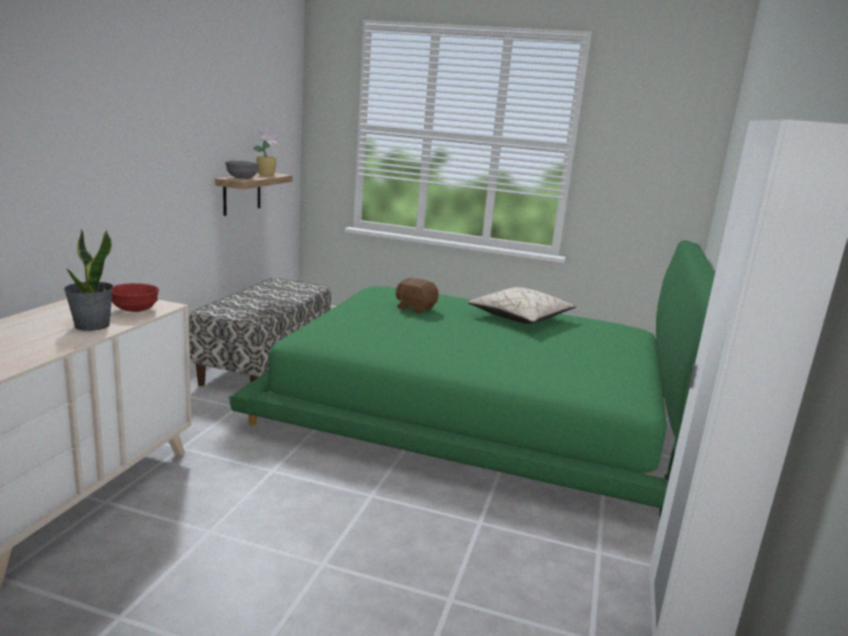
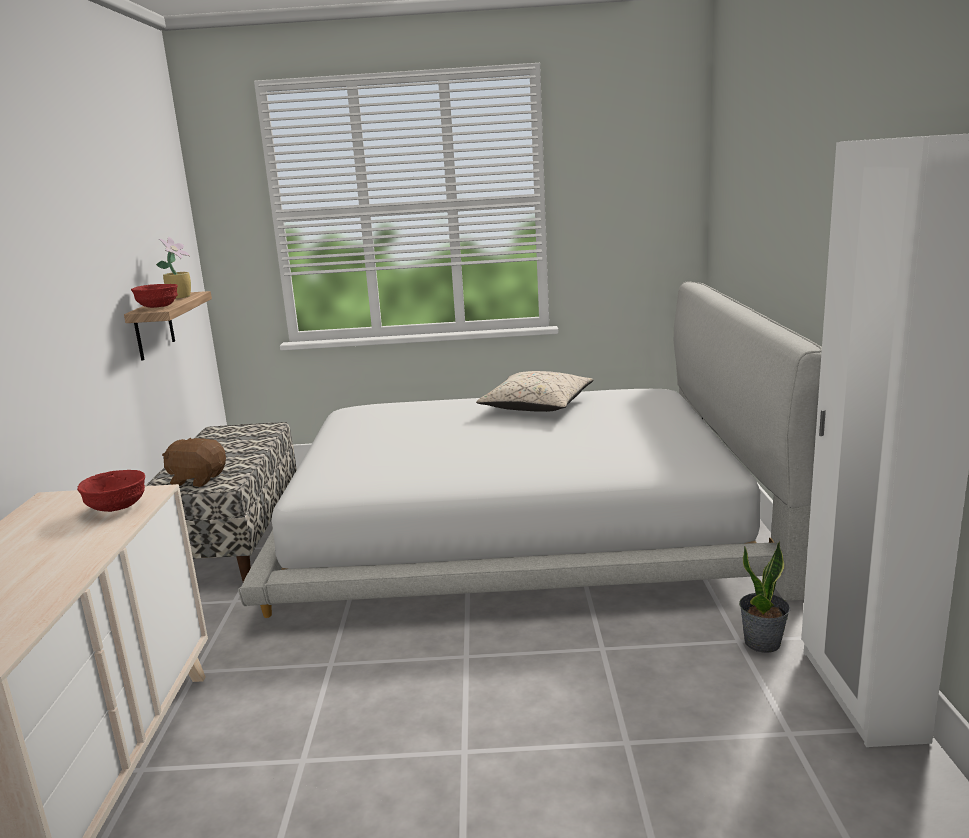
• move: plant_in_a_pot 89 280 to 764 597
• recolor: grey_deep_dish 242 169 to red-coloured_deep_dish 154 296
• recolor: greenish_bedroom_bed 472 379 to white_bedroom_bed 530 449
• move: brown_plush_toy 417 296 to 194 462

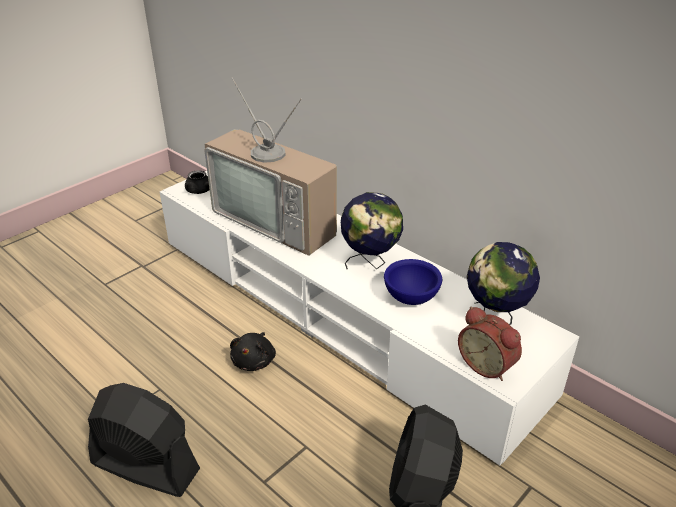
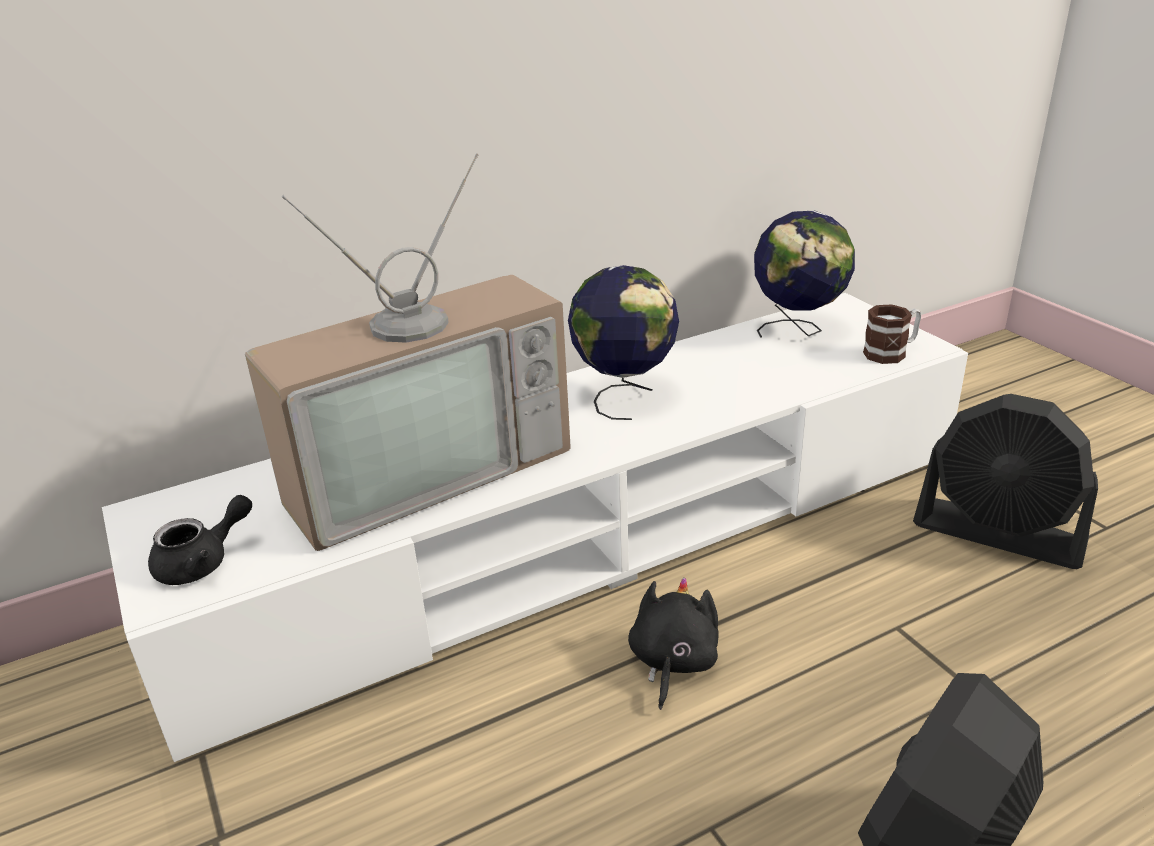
• rotate: black-coloured_plush_toy 253 351 = 673 643 105 degrees counterclockwise
• delete: blue-coloured_deep_dish 413 282
• replace: table_clock 490 343 to mug 892 334

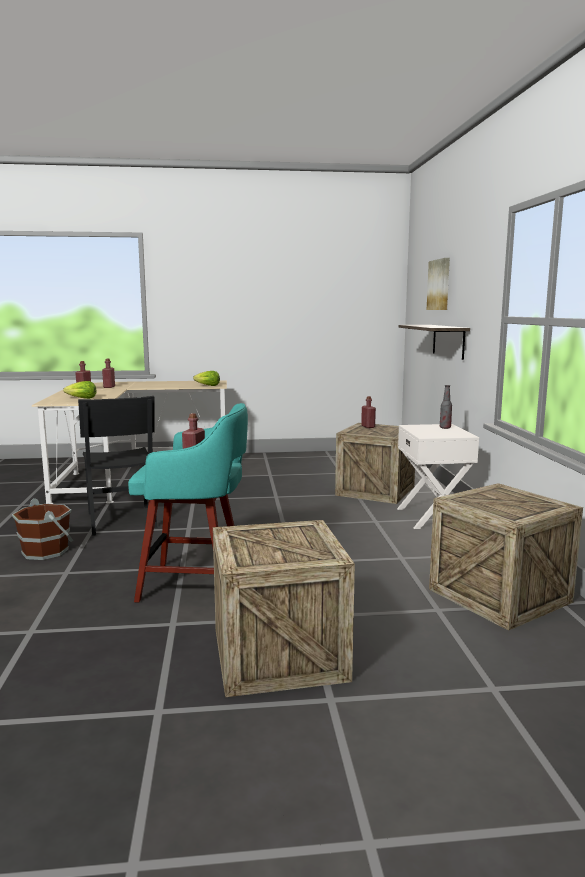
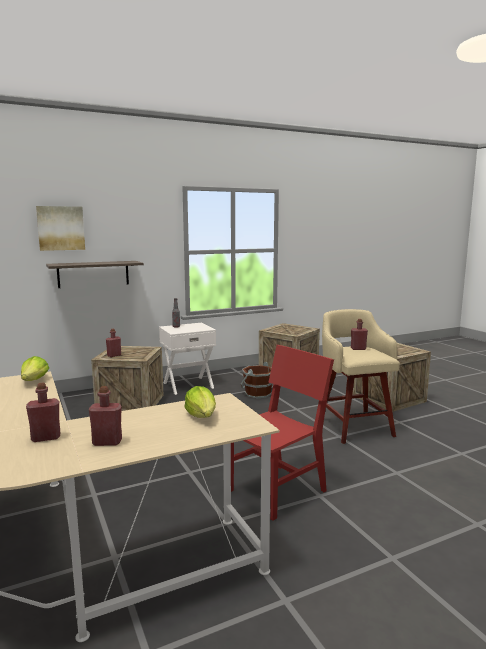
• move: brown_pail 42 529 to 256 380
• recolor: black-coloured_plain_chair 117 466 to red-coloured_plain_chair 282 433
• recolor: blue-green_sitting_stool 188 503 to beige-coloured_sitting_stool 361 376

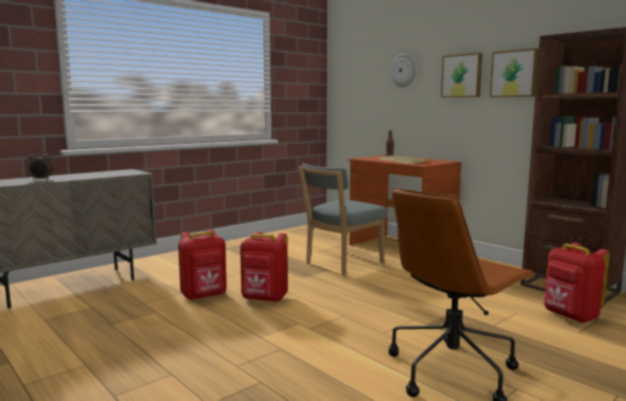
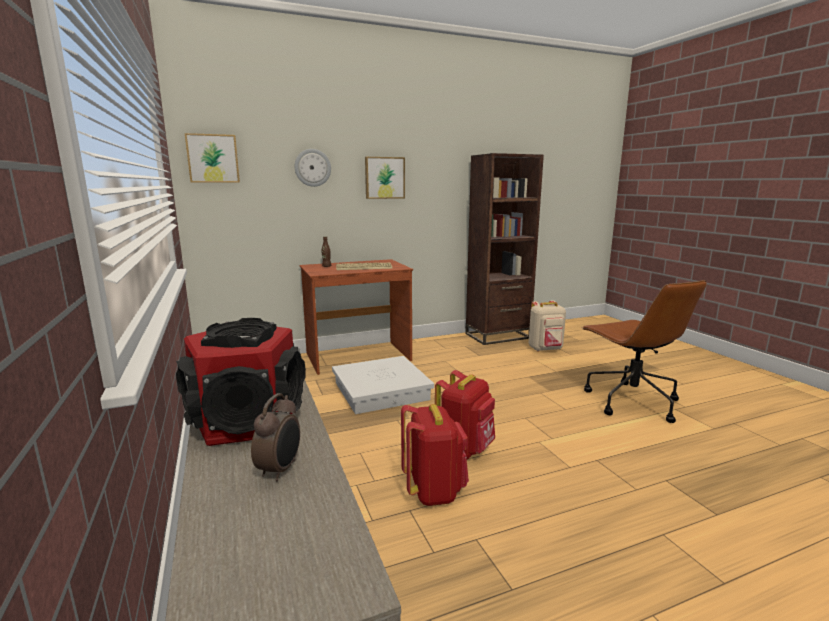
• replace: grey_plain_chair 343 219 to white_storage_bin 383 385
• move: wall_art 514 72 to 212 157
• recolor: red-coloured_rucksack 577 283 to beige-coloured_rucksack 547 325
• insert: speaker 241 382

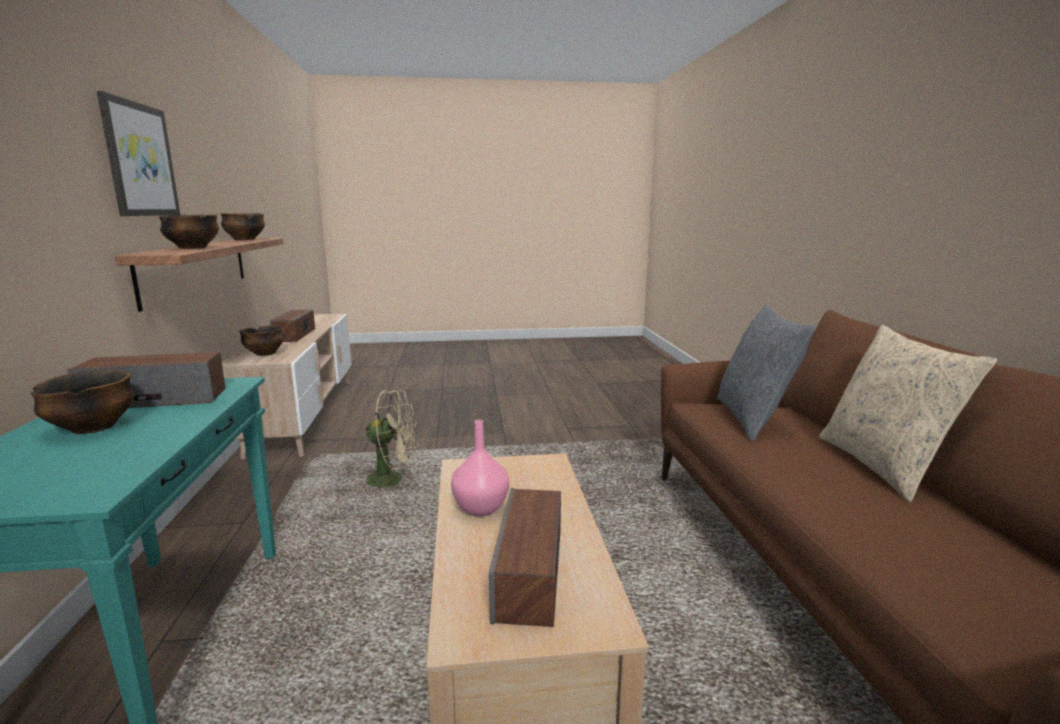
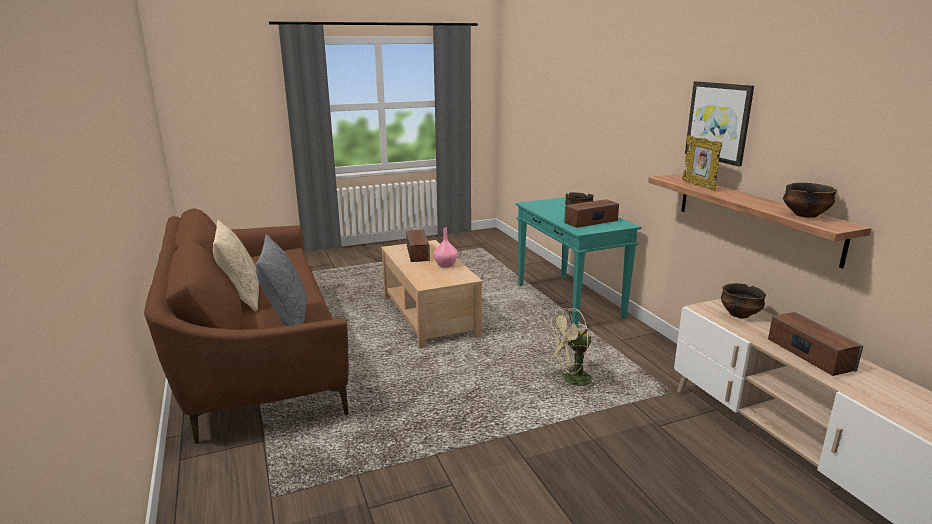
• replace: deep_dish 189 232 to picture_frame 702 163

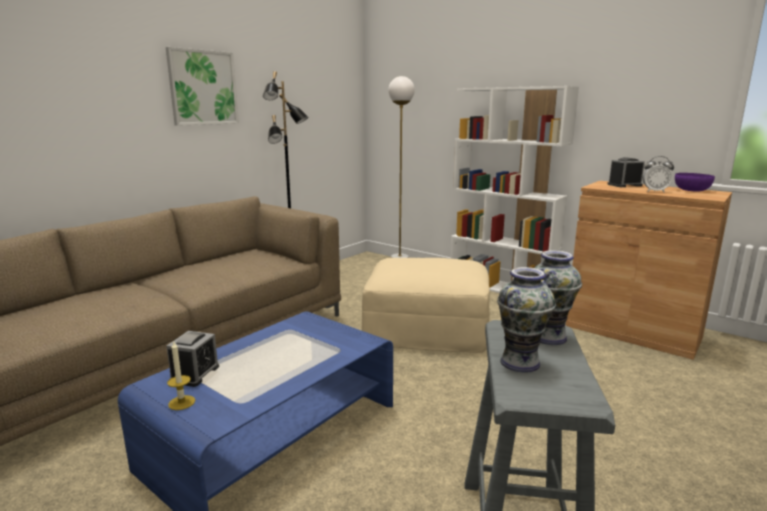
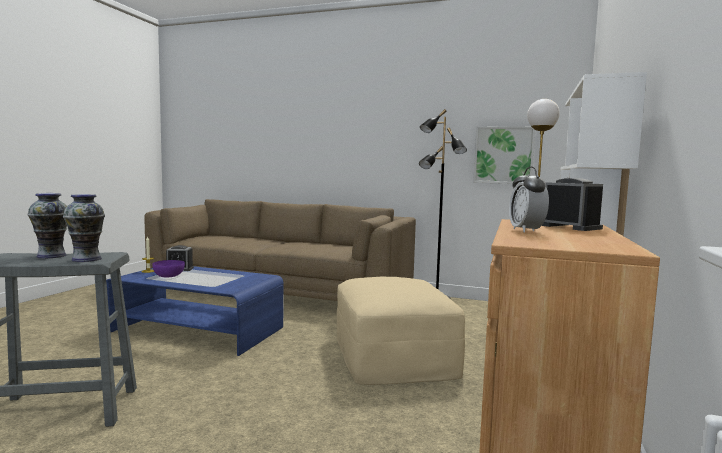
• move: wall_art 202 86 to 504 155
• move: purple_deep_dish 695 182 to 168 268

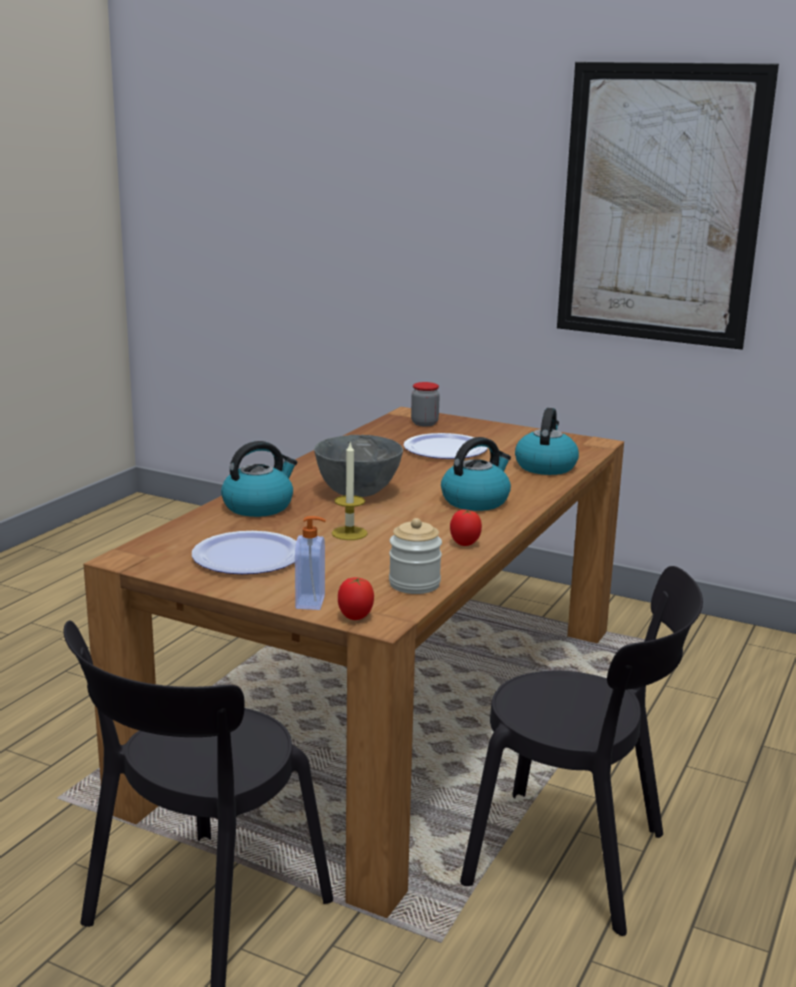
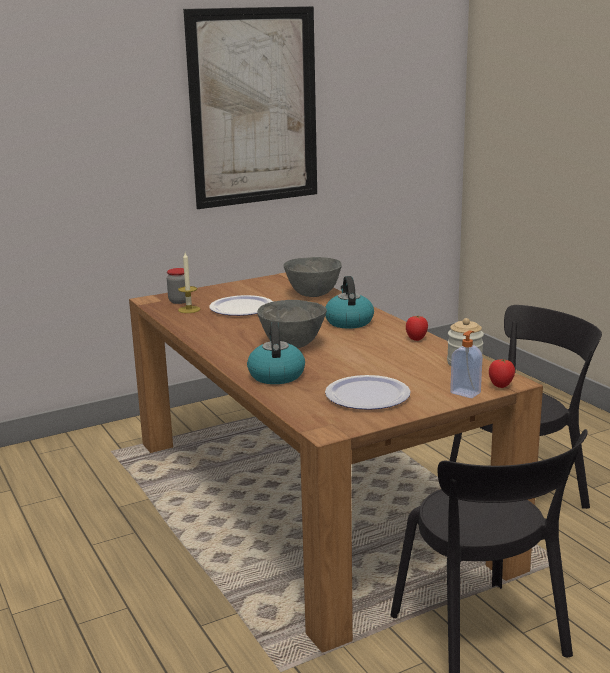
• move: candle 349 491 to 189 283
• replace: kettle 547 441 to grey_deep_dish 312 277

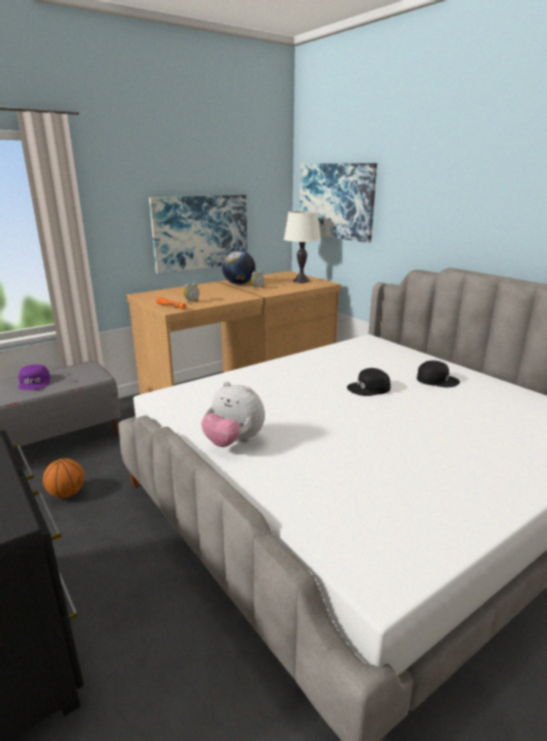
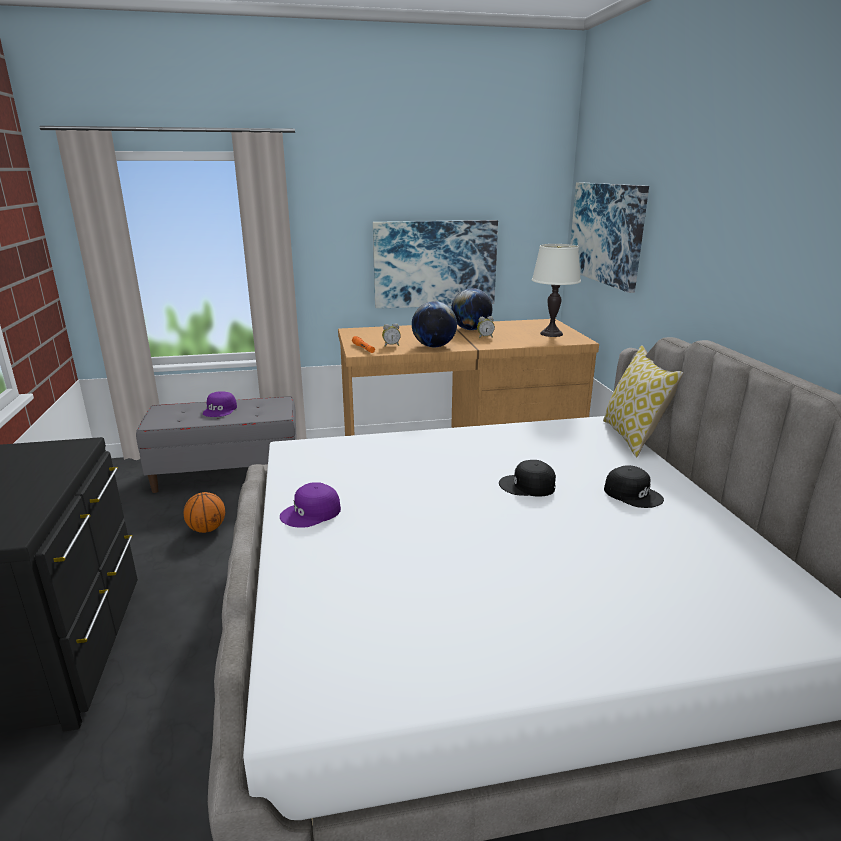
• replace: plush_toy 233 414 to purple_baseball_cap 310 505
• insert: globe 434 324
• insert: cushion 643 401

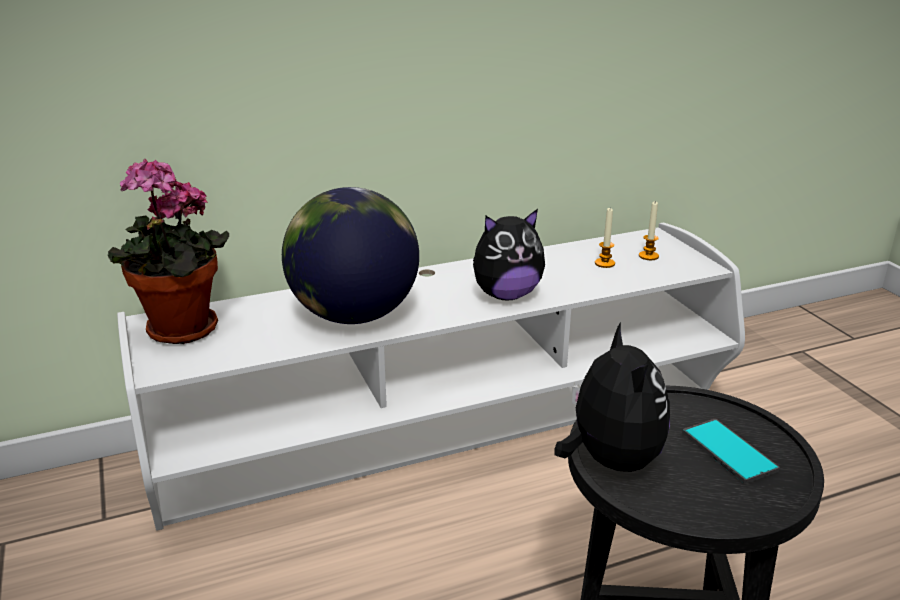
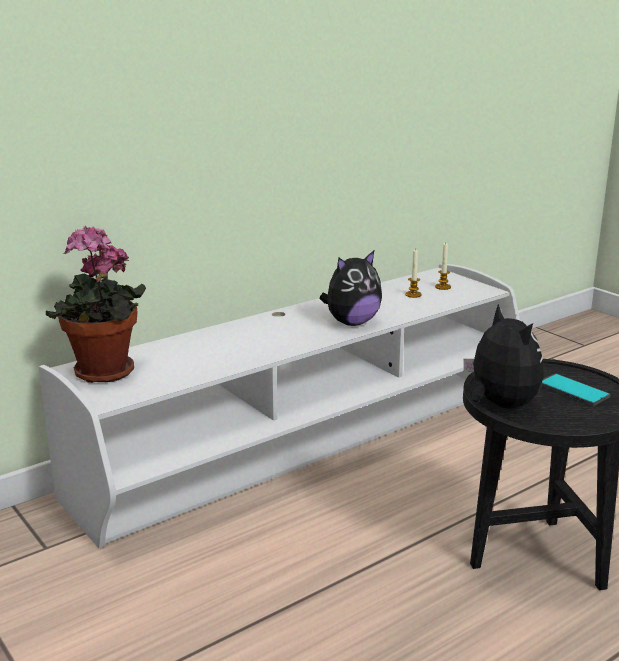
• delete: globe 350 255

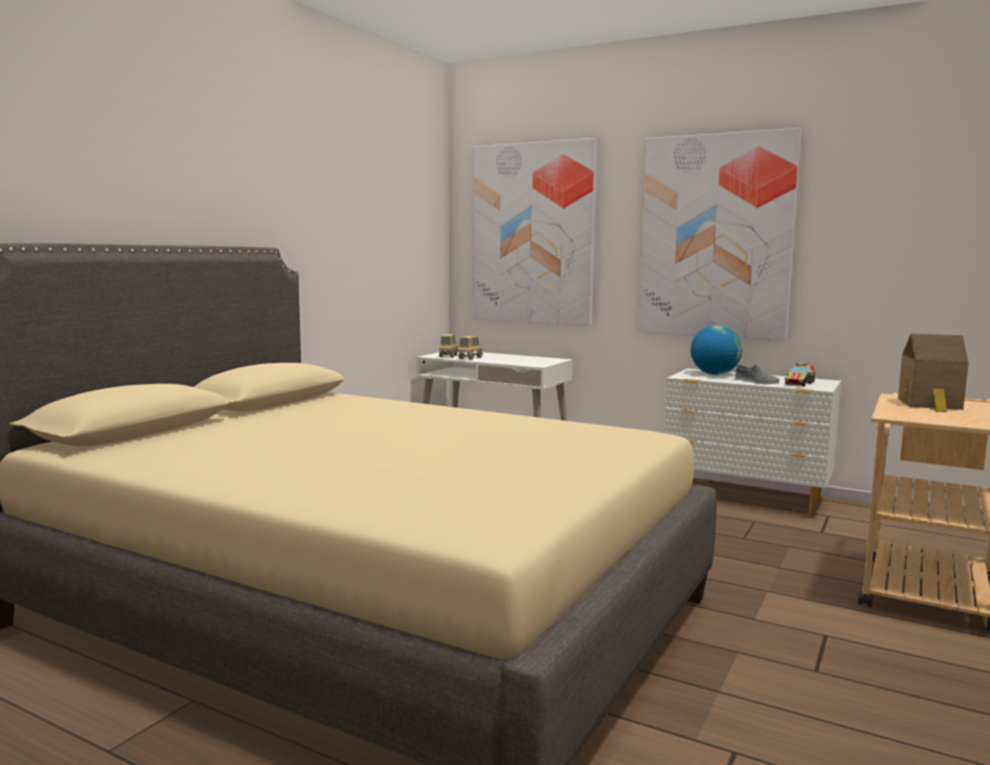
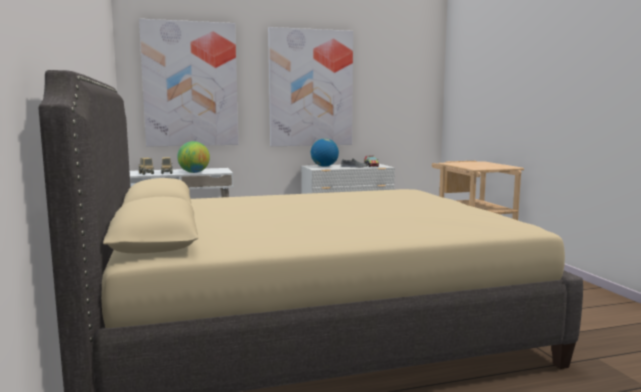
• delete: model_house 933 373
• insert: globe 193 157

